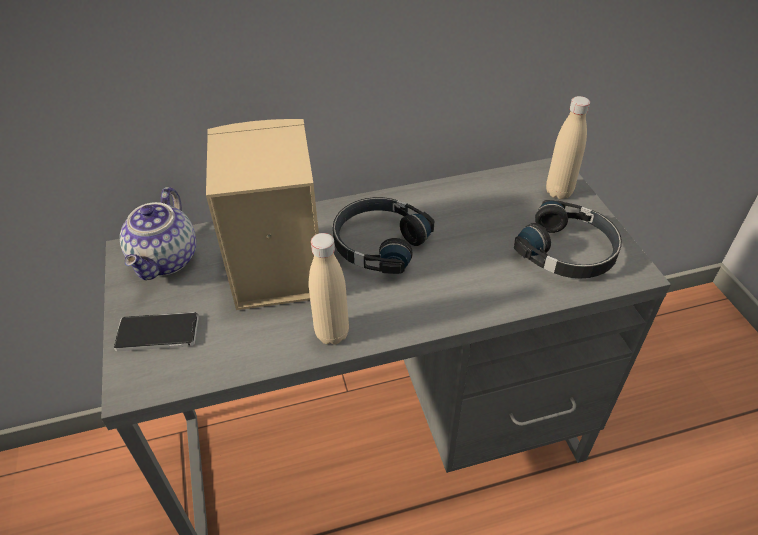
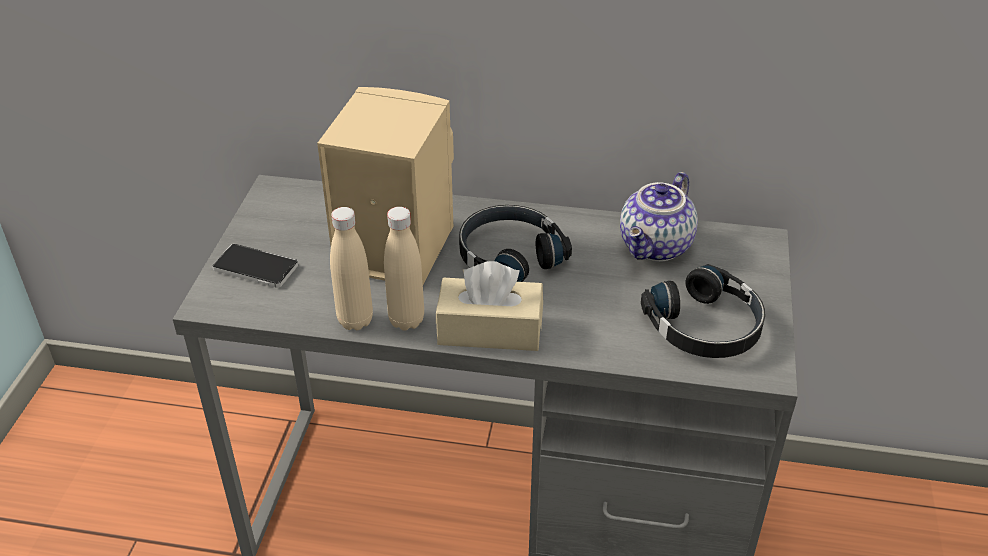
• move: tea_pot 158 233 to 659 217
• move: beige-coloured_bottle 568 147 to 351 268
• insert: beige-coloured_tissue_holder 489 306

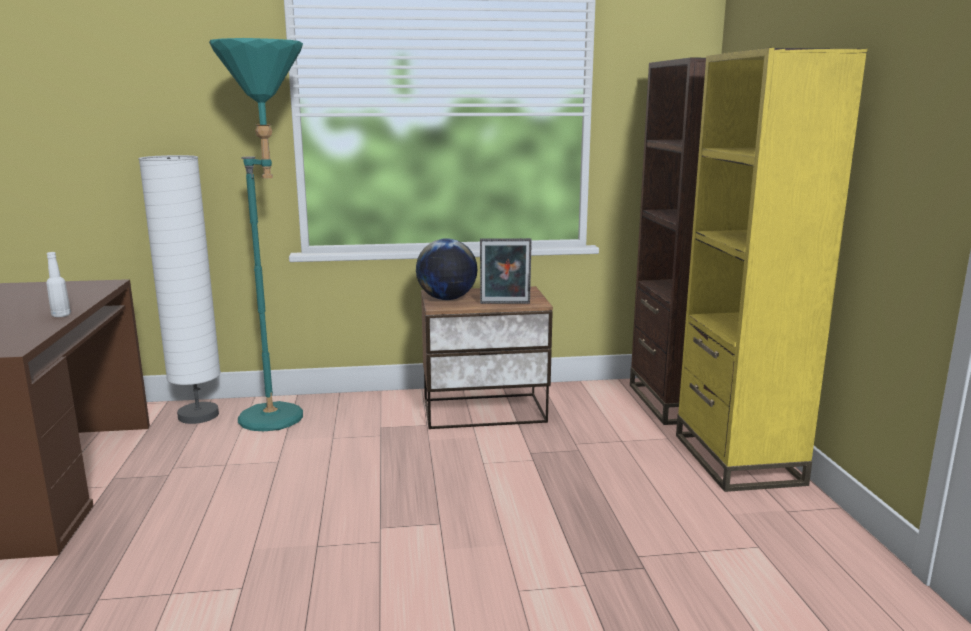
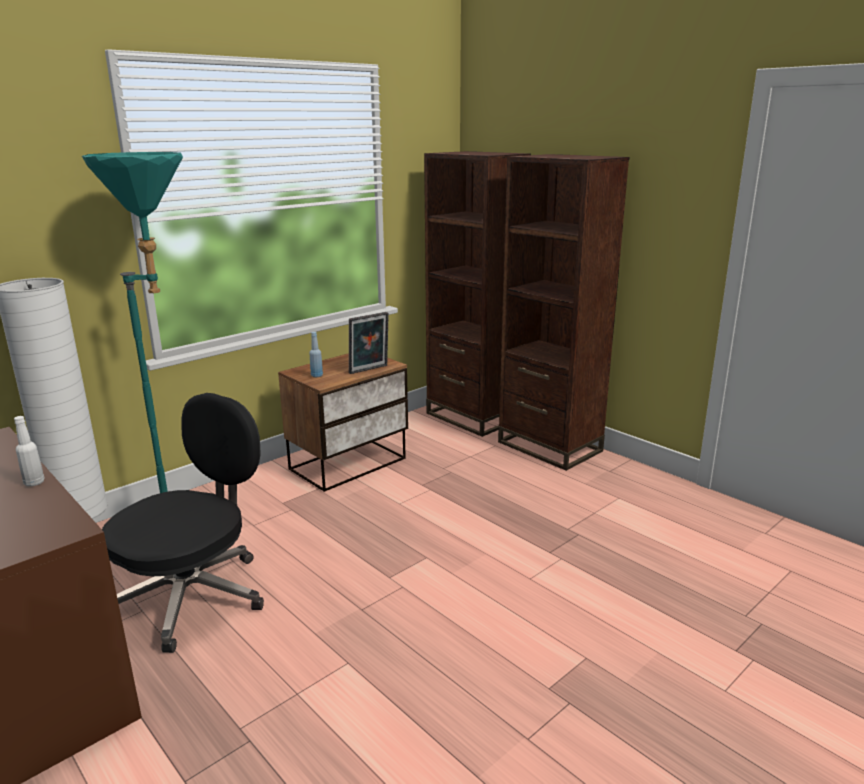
• replace: globe 446 269 to blue-coloured_bottle 316 354
• recolor: yellowish_bookcase 772 270 to brown_bookcase 563 312
• insert: black-coloured_desk_chair 183 523

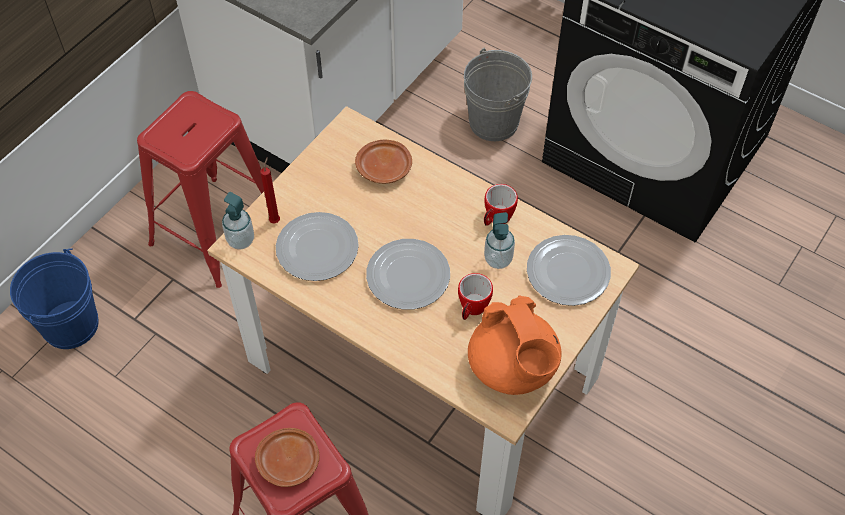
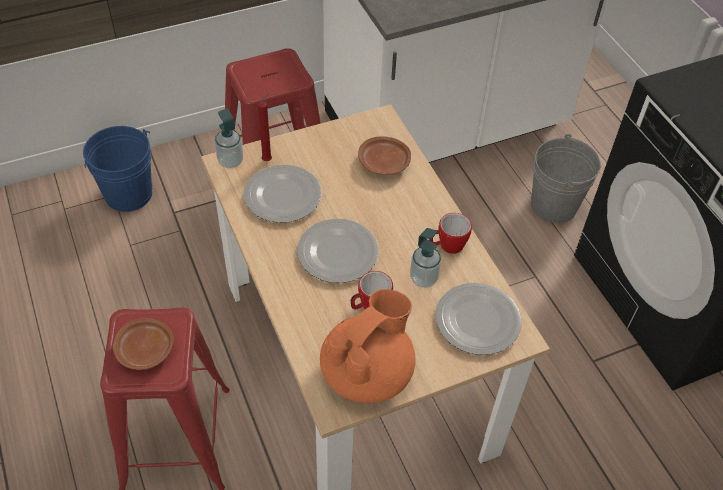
• rotate: orange-coloured_tea_pot 515 345 = 367 346 150 degrees counterclockwise

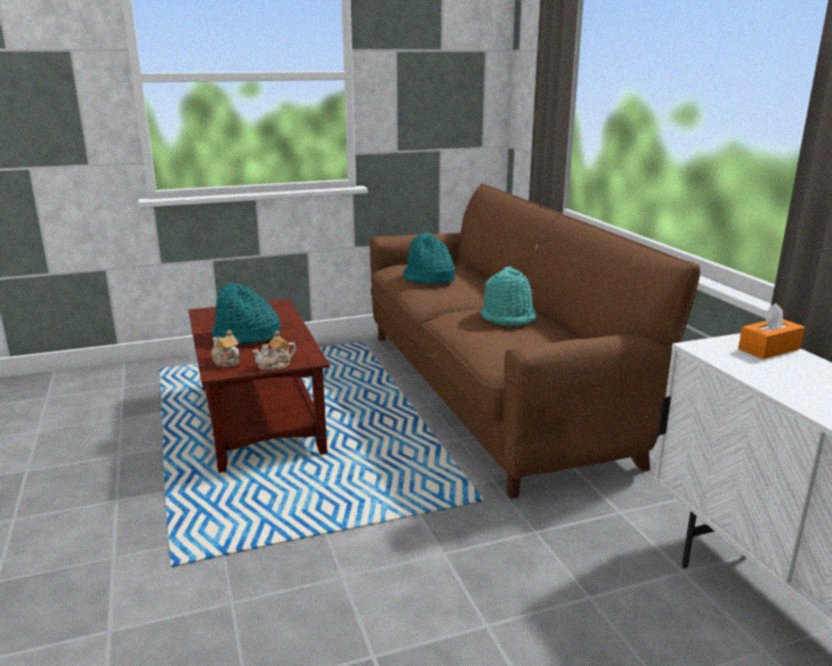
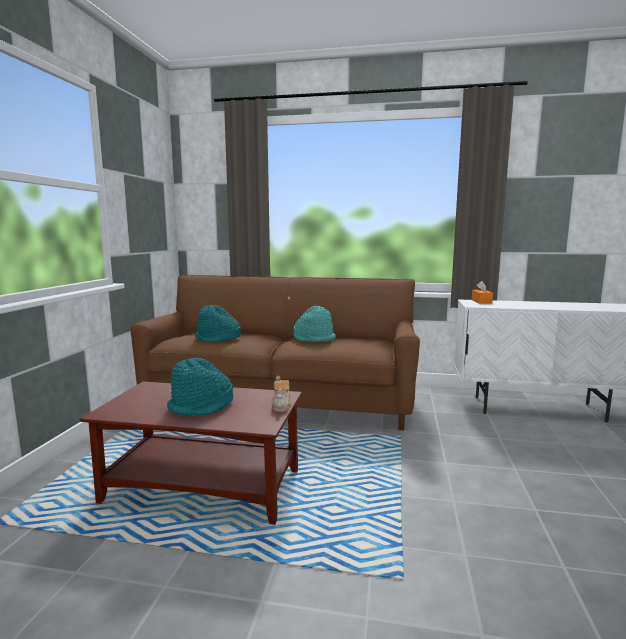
• delete: tea_pot 225 348

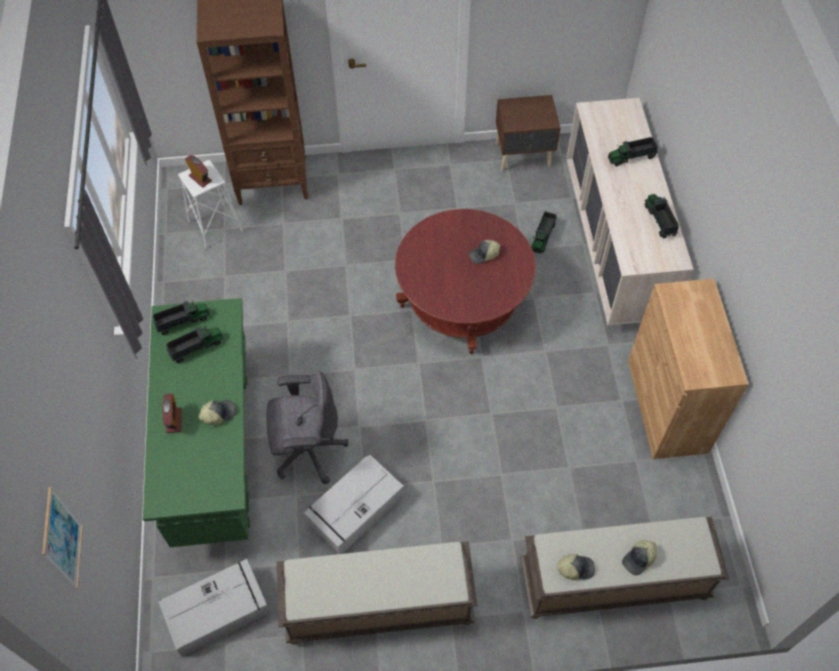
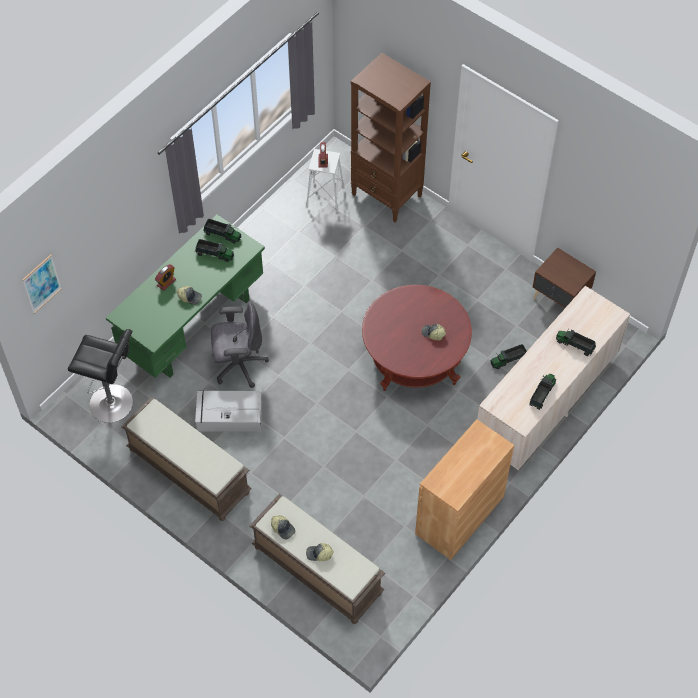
• replace: grey_storage_bin 214 607 to black-coloured_sitting_stool 100 376
• rotate: grey_desk_chair 308 427 = 240 345 45 degrees counterclockwise

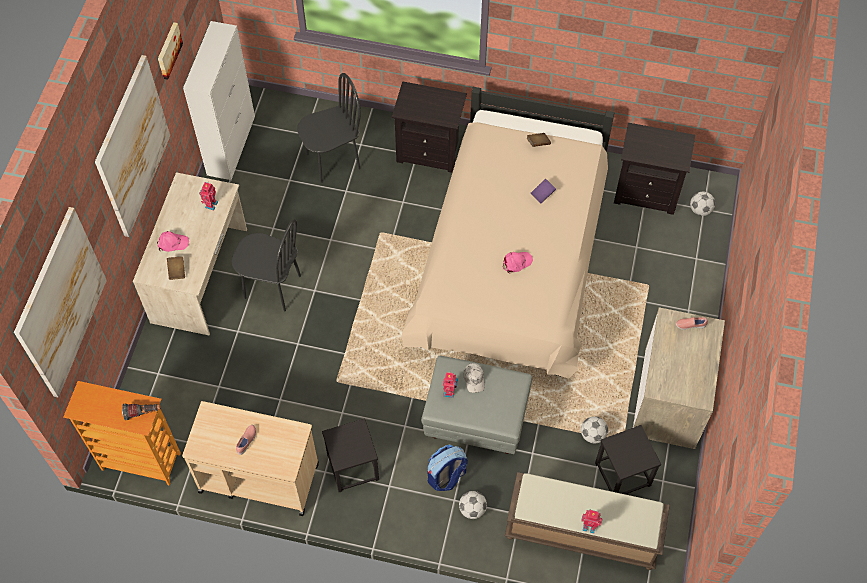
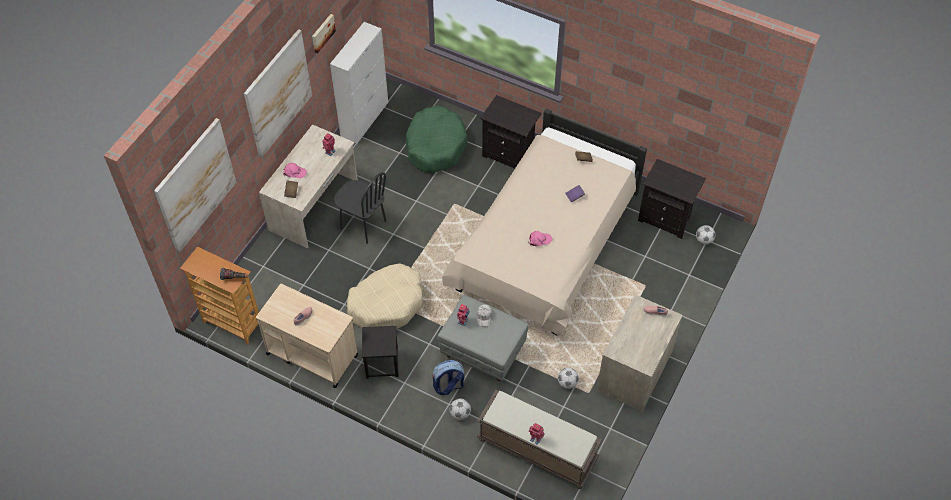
• replace: black-coloured_plain_chair 329 128 to greenish_pet_bed 437 139
• delete: black-coloured_sitting_stool 628 459
• insert: beige-coloured_pet_bed 385 296

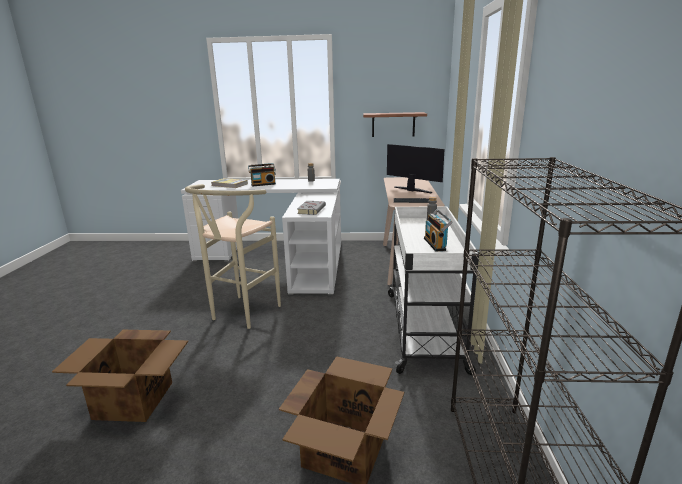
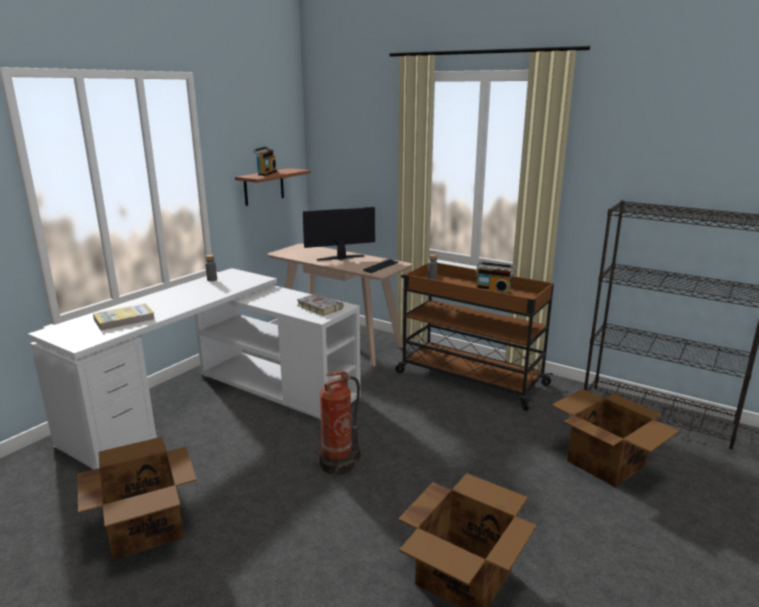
• replace: beige-coloured_sitting_stool 233 256 to extinguisher 338 424
• move: radio_set 262 175 to 265 161
• recolor: white_trolley 433 290 to brown_trolley 474 337
• insert: cardboard_box 137 498

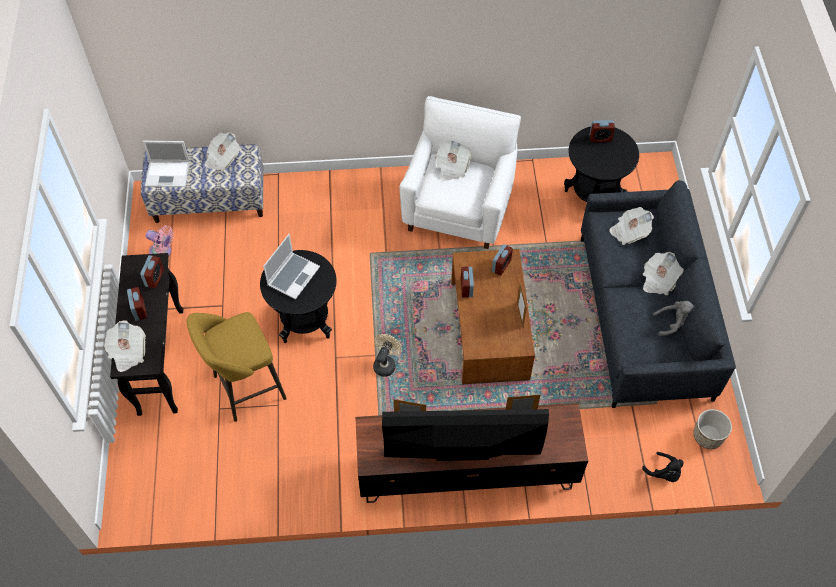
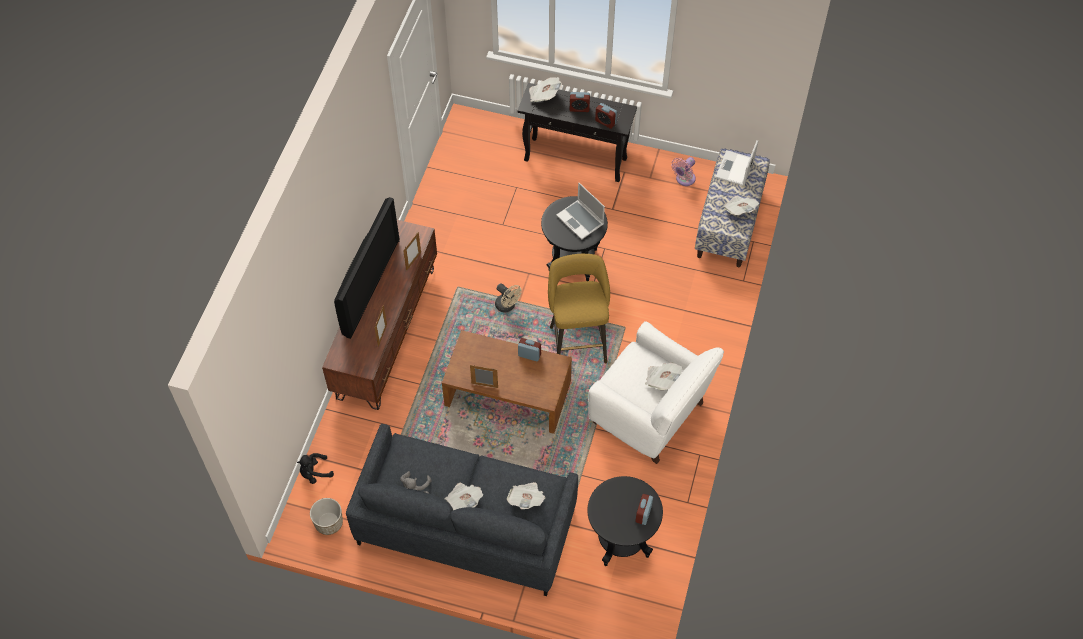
• move: yellowish_sitting_stool 236 367 to 579 308
• delete: table_clock 502 260

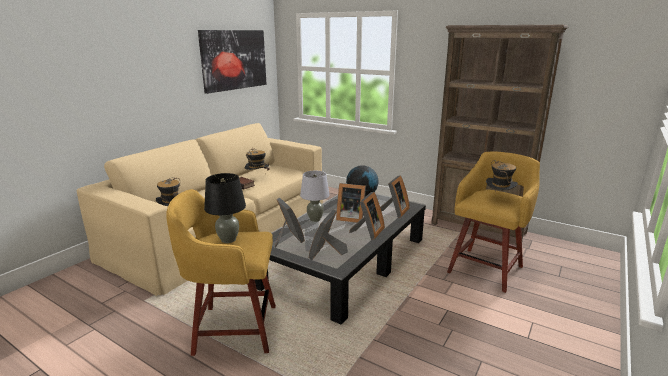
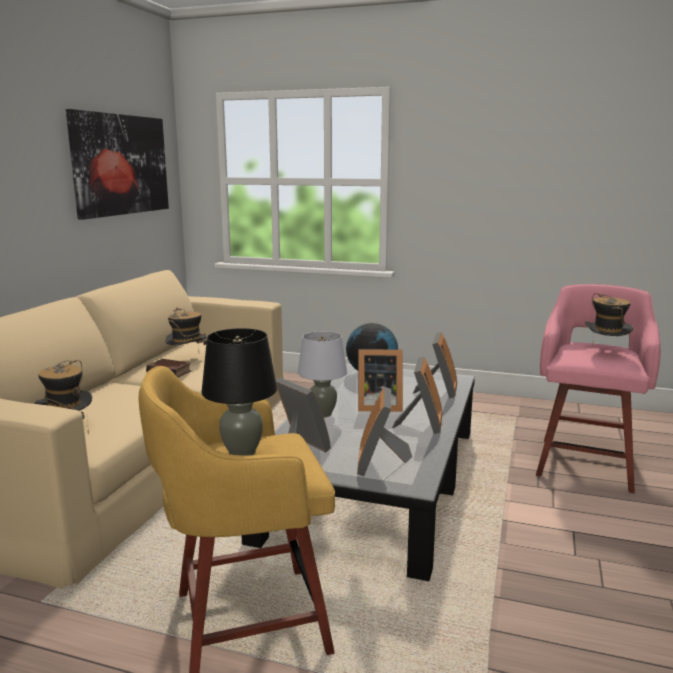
• delete: brown_bookcase 499 135
• recolor: yellowish_sitting_stool 493 222 to pinkish_sitting_stool 598 388

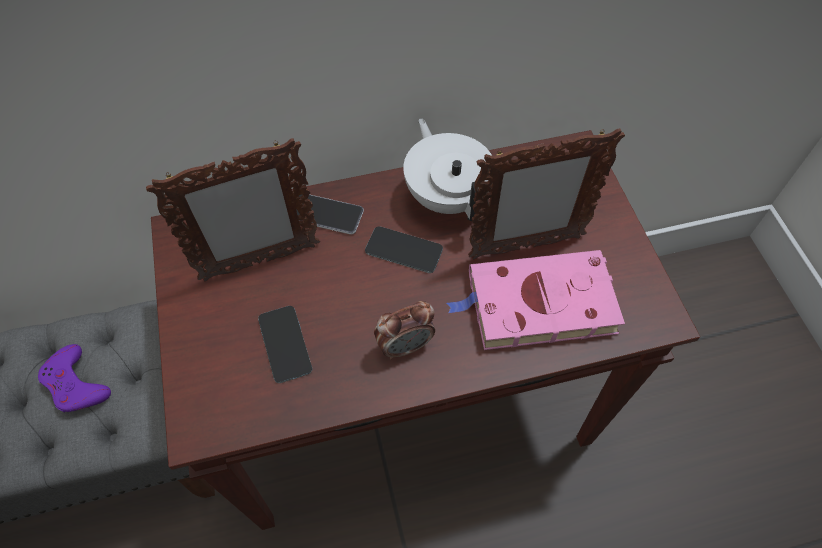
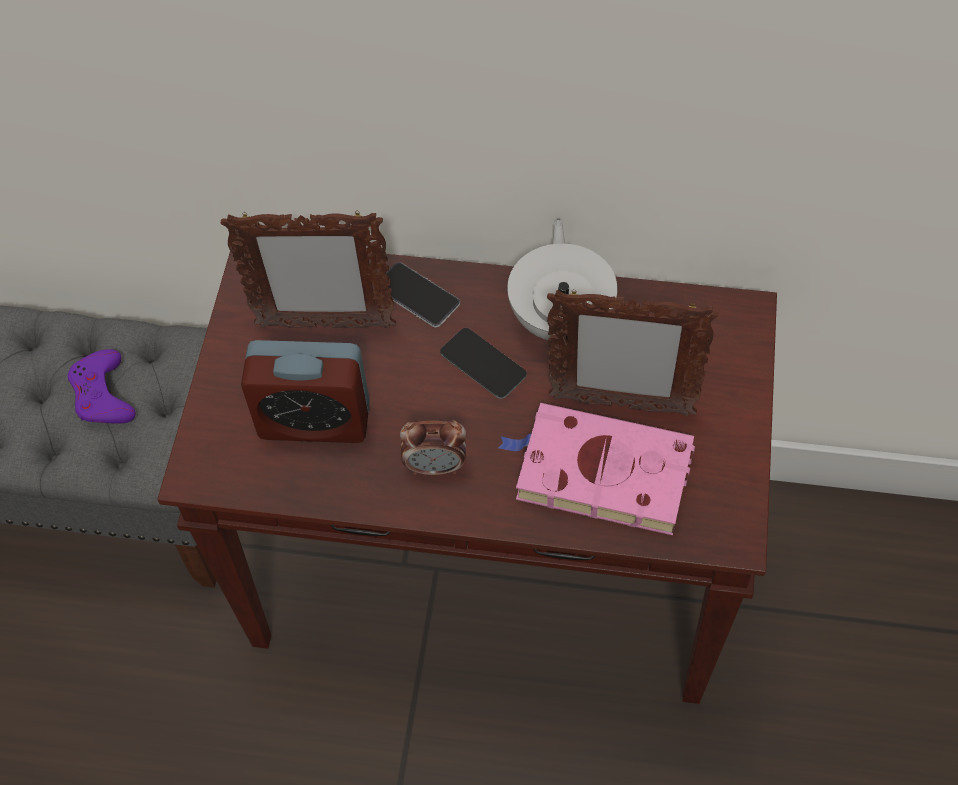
• replace: phone 285 344 to table_clock 305 391

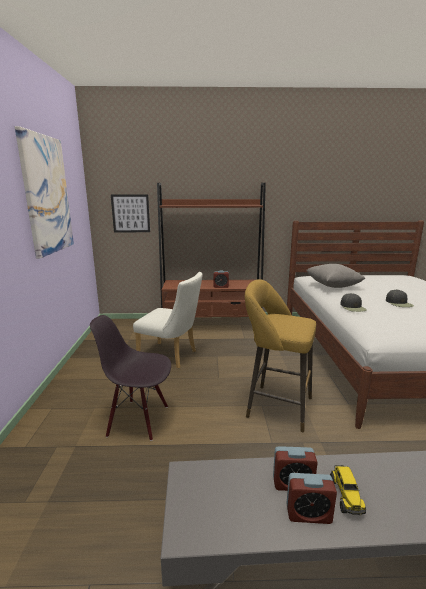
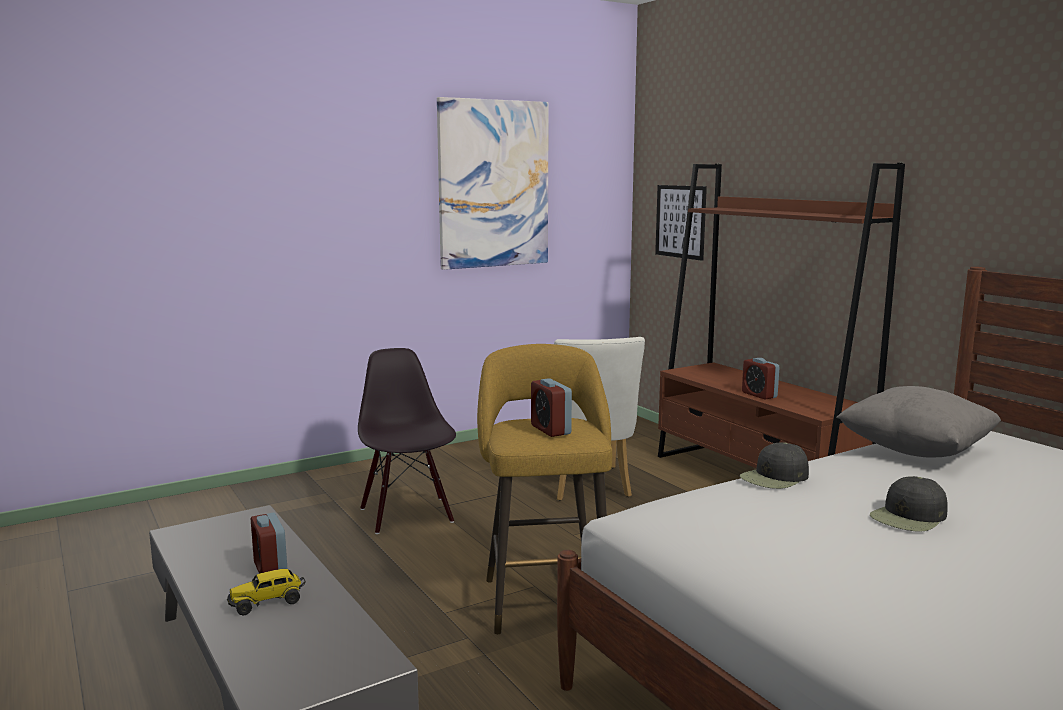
• move: table_clock 312 498 to 551 407

